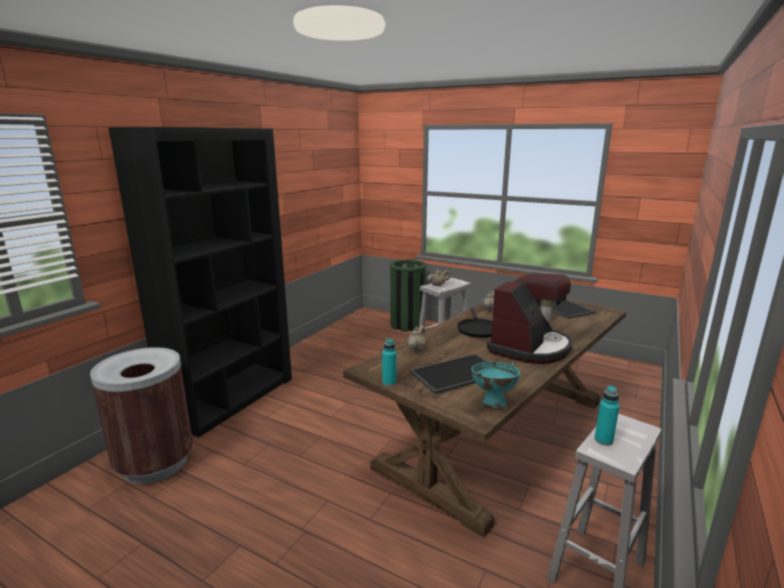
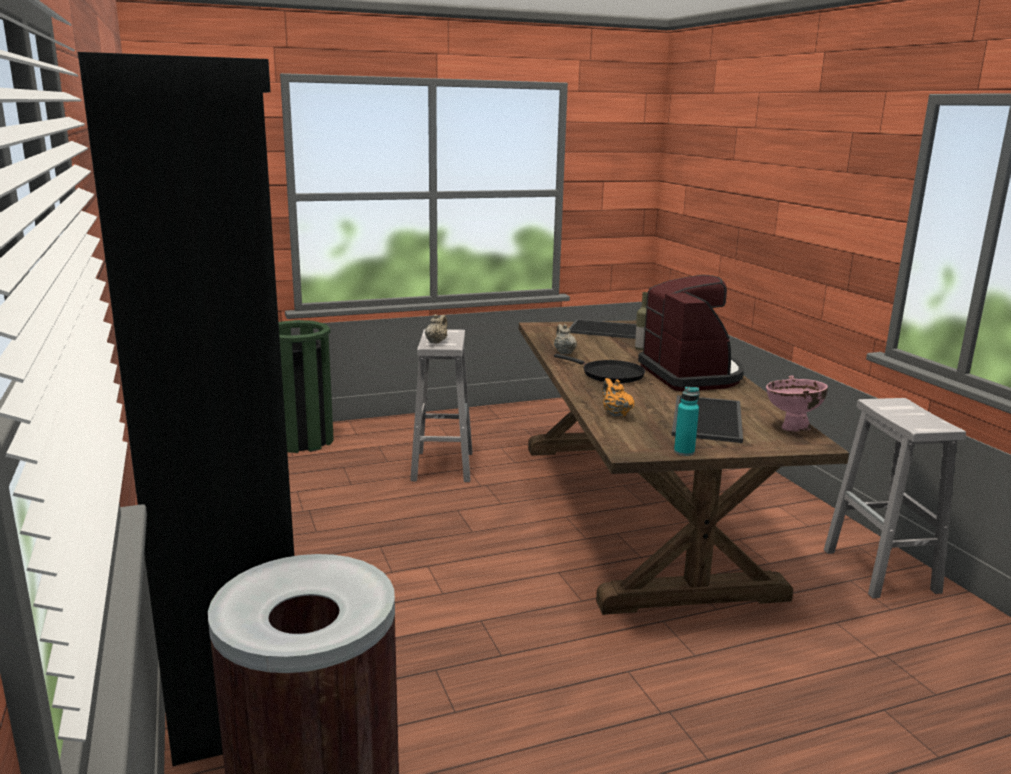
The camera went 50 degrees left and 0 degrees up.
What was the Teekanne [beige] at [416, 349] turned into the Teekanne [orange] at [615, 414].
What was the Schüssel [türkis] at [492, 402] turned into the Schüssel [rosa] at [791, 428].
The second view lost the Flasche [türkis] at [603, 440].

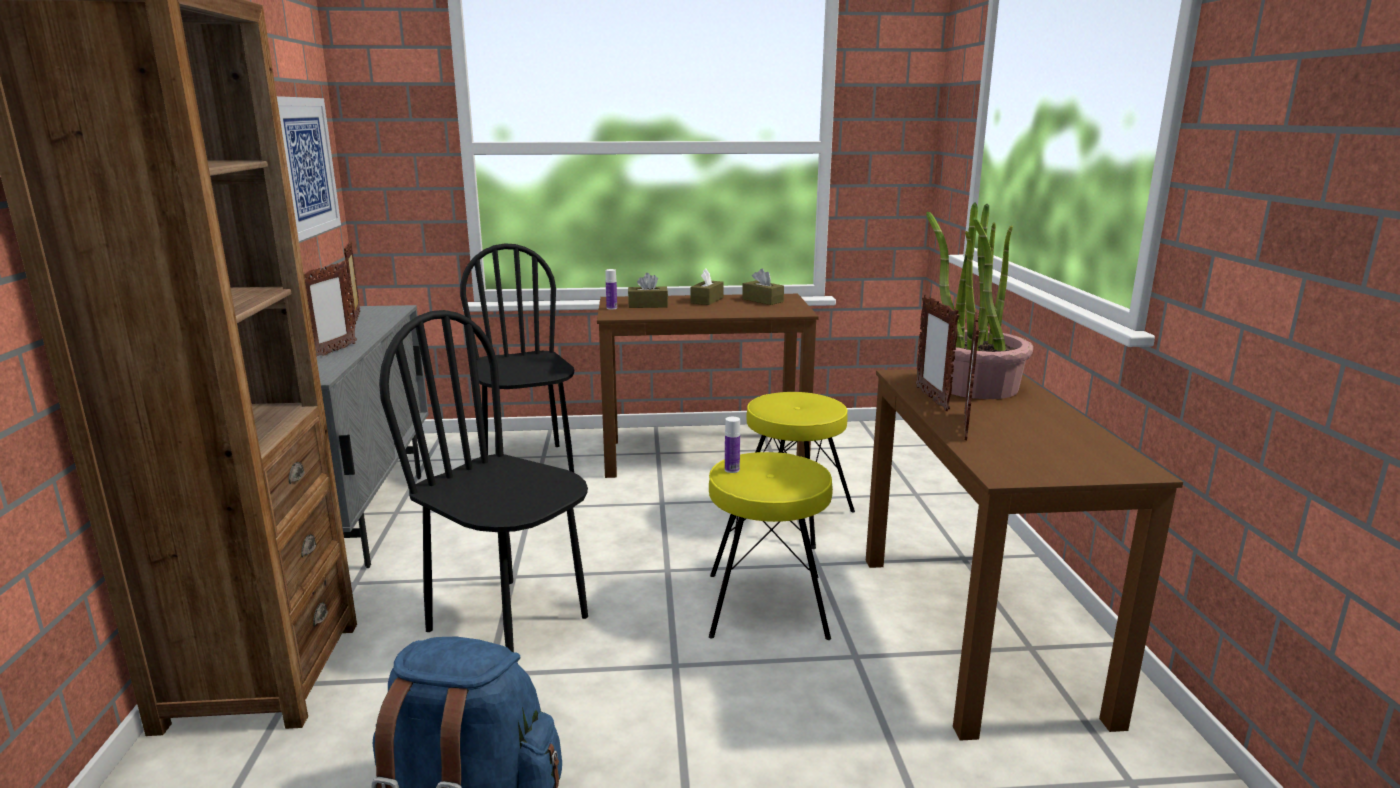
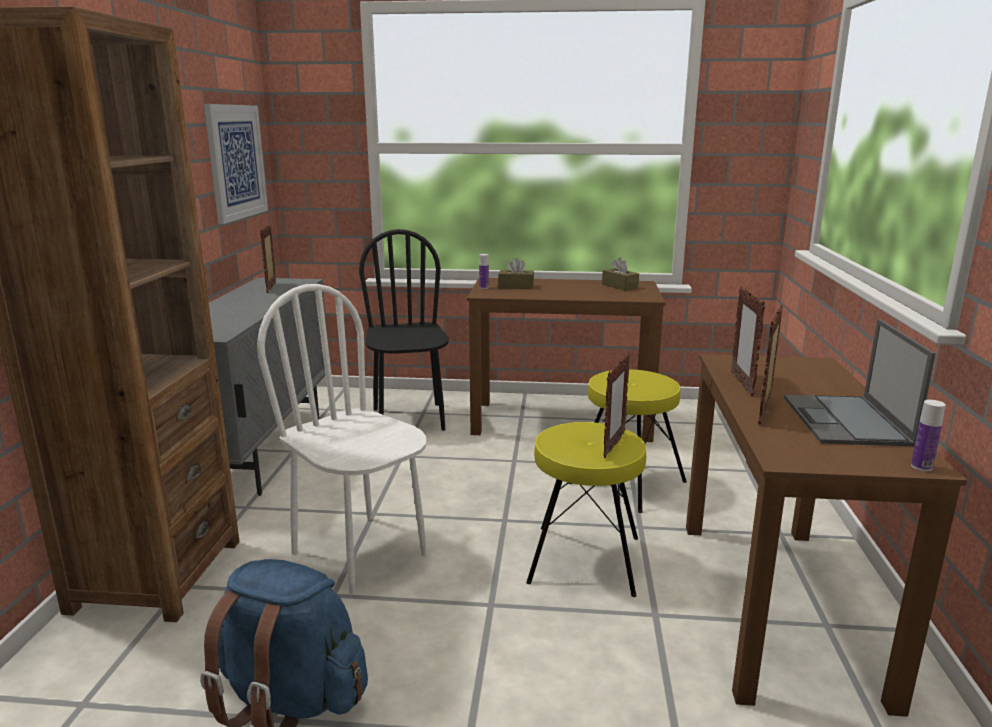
The camera went 10 degrees right and 0 degrees up.
The second view lost the Topfpflanze at [975, 386].
The Bilderrahmen ended up elsewhere, having gone from [334, 351] to [613, 445].
The second view lost the Taschentuchbox [braun] at [707, 300].
What was the Stuhl [schwarz] at [509, 622] turned into the Stuhl [weiß] at [360, 552].
The Flasche ended up elsewhere, having gone from [732, 470] to [921, 467].
The second view gained the Laptop at [846, 421].

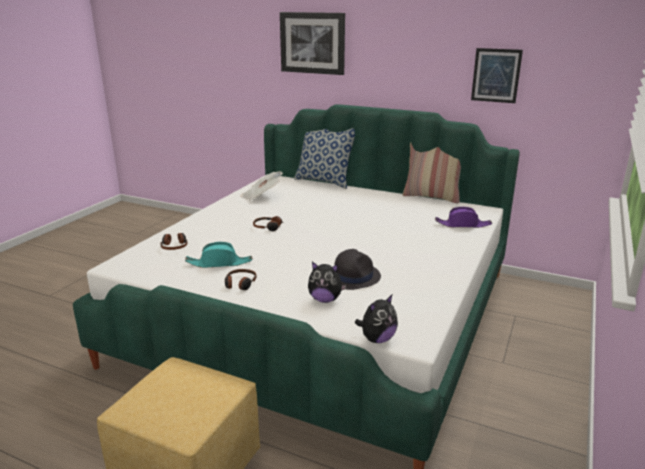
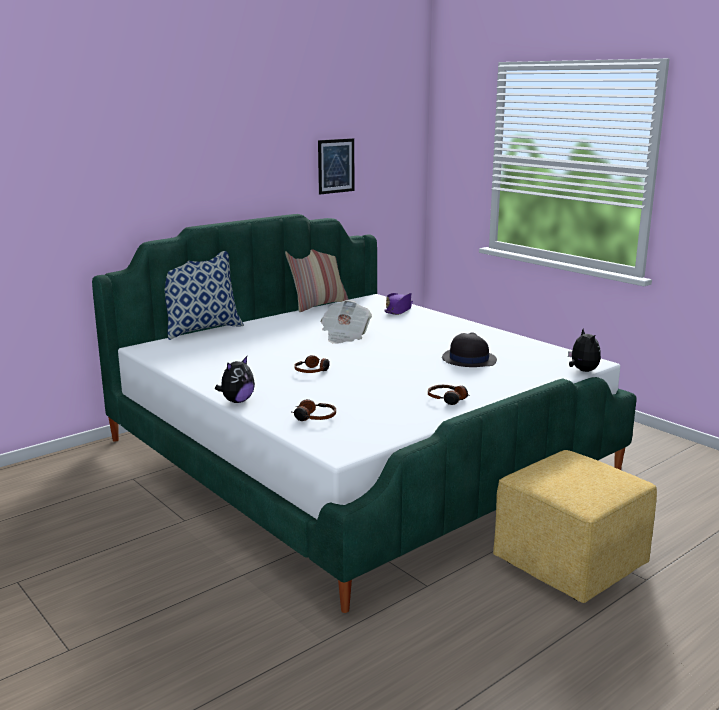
The camera went 65 degrees left and 5 degrees down.
The second view lost the Bild at [312, 43].
The Zeitung ended up elsewhere, having gone from [261, 196] to [344, 336].
The second view lost the Hut [türkis] at [219, 263].
The Plüschtier ended up elsewhere, having gone from [325, 299] to [237, 401].

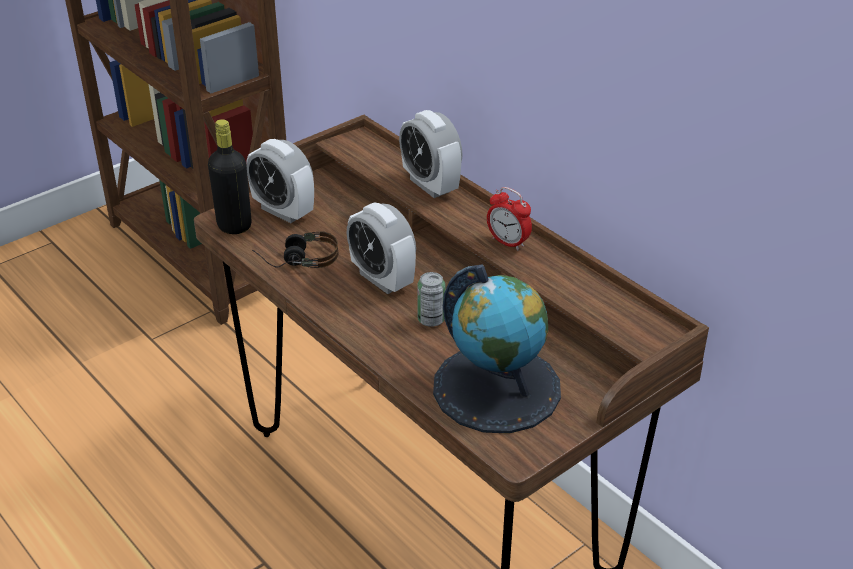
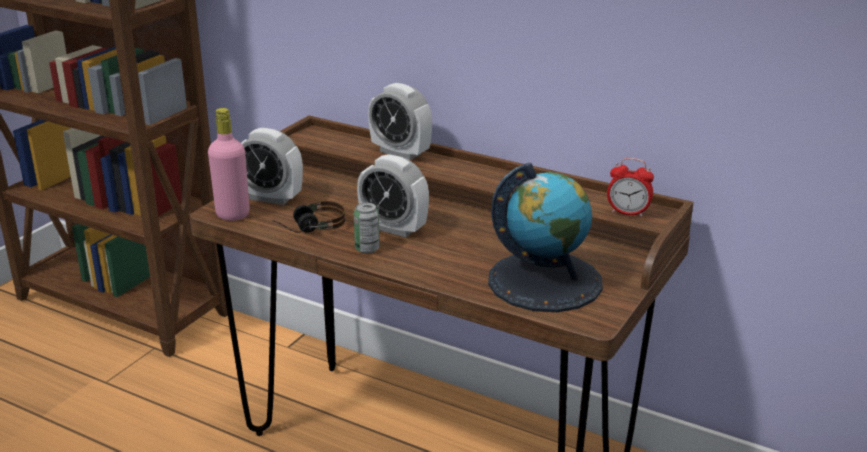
The camera went 20 degrees left and 10 degrees down.
What was the Flasche [schwarz] at [234, 226] turned into the Flasche [rosa] at [233, 214].
The Wecker ended up elsewhere, having gone from [508, 242] to [628, 213].
The Dose ended up elsewhere, having gone from [431, 320] to [367, 249].

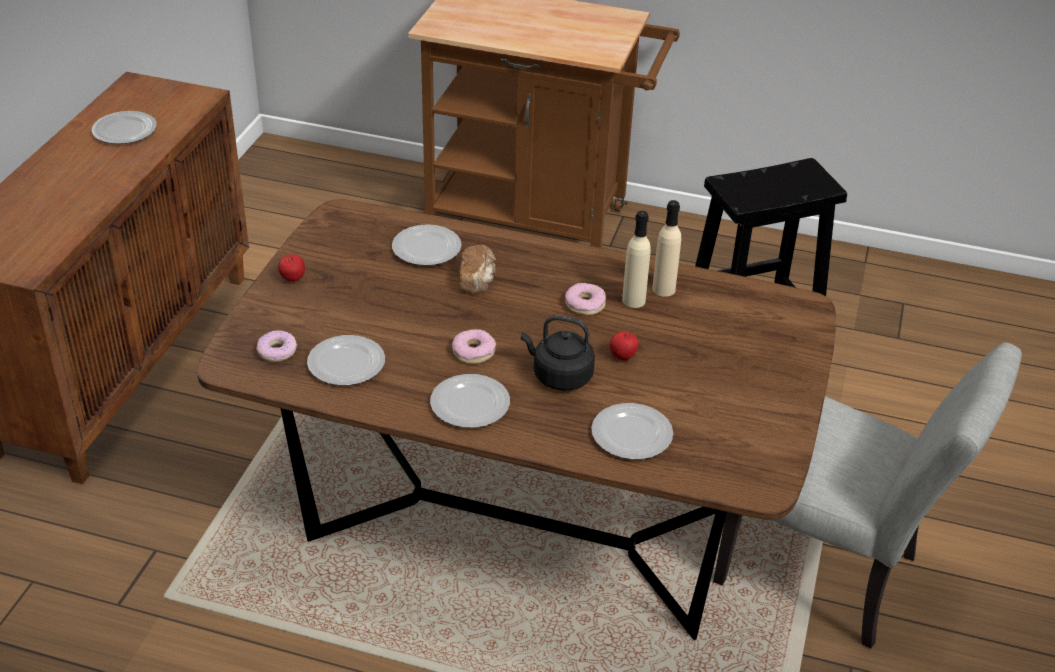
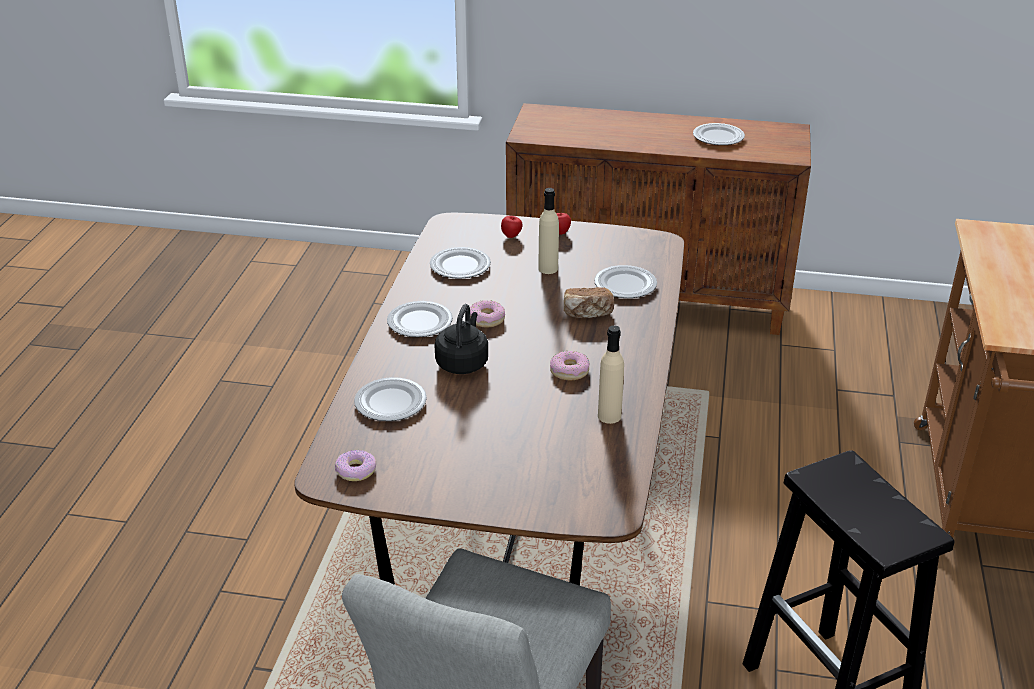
The camera went 85 degrees right and 5 degrees down.
The Flasche [beige] ended up elsewhere, having gone from [633, 300] to [548, 269].
The Donut ended up elsewhere, having gone from [277, 351] to [356, 471].
The Apfel ended up elsewhere, having gone from [622, 357] to [511, 236].

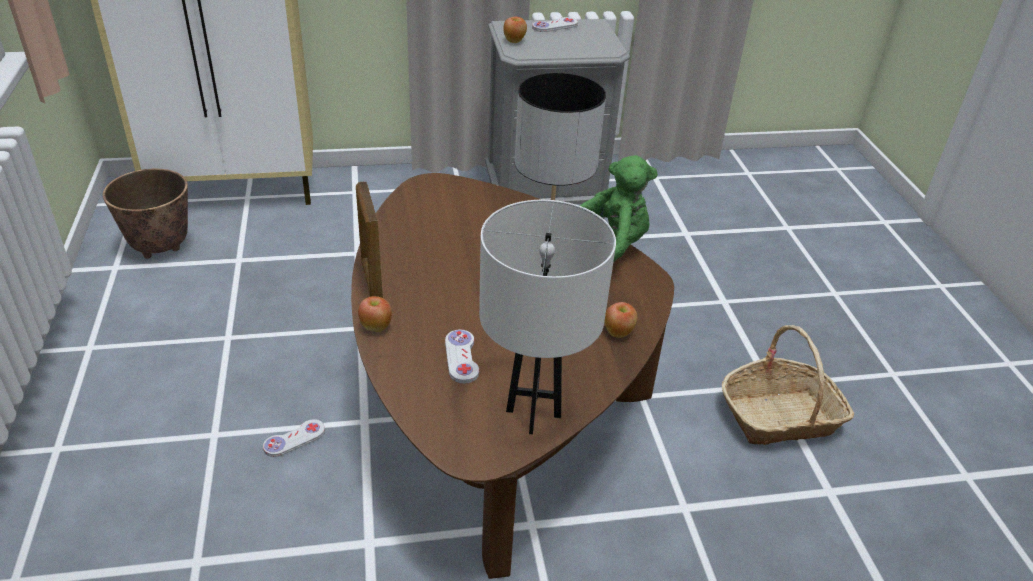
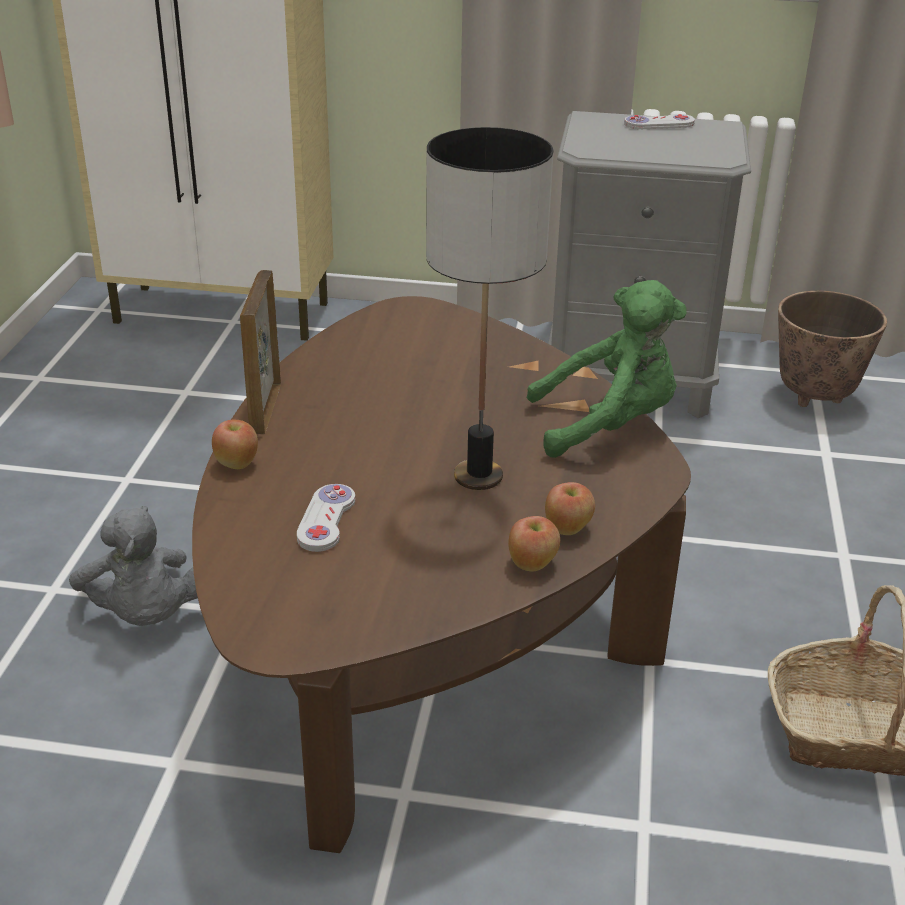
The camera went 20 degrees right and 5 degrees down.
The Apfel ended up elsewhere, having gone from [514, 41] to [532, 564].
The Pflanzkübel ended up elsewhere, having gone from [161, 248] to [815, 397].
The second view lost the Tischlampe [weiß] at [534, 414].
Where the Gamepad [weiß] stood at [294, 439], the Plüschtier [grau] came to stand at [146, 615].

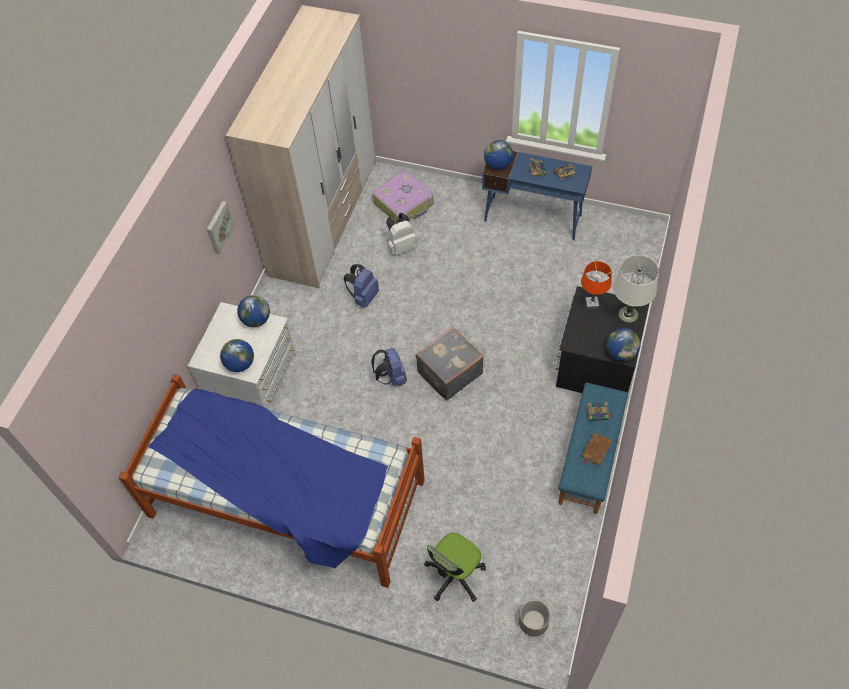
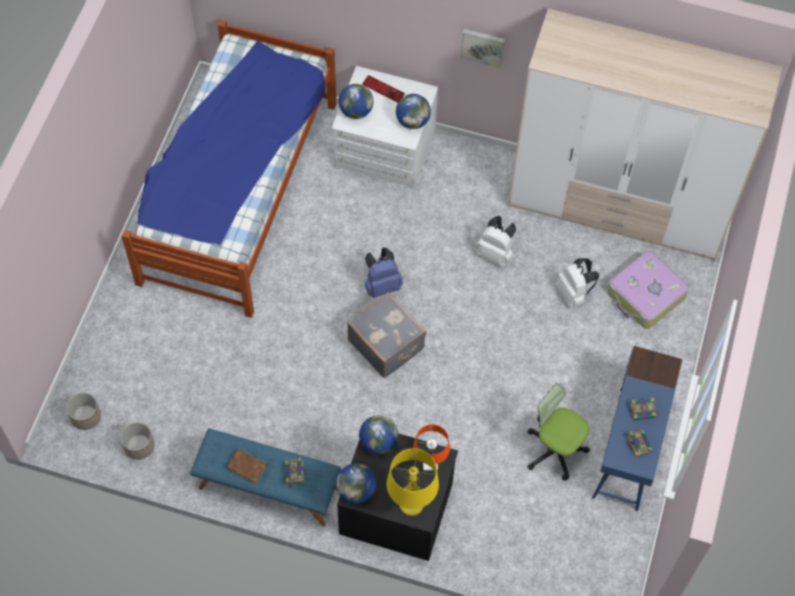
The camera went 85 degrees right and 5 degrees up.
The Globus ended up elsewhere, having gone from [498, 165] to [378, 442].
What was the Tischlampe [weiß] at [627, 315] turned into the Tischlampe [gelb] at [411, 504].
What was the Rucksack [blau] at [363, 297] turned into the Rucksack [weiß] at [495, 254].
The Bürostuhl ended up elsewhere, having gone from [455, 575] to [555, 450].
The second view gained the Tastatur at [383, 89].
The second view gained the Pflanzkübel at [139, 446].

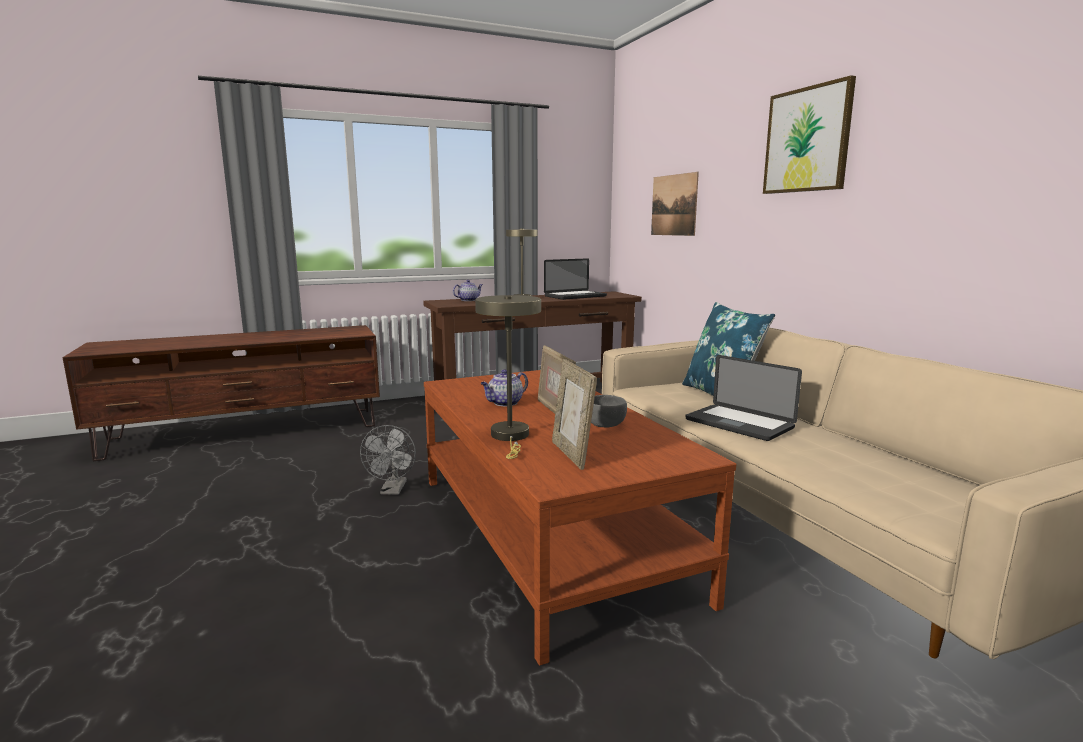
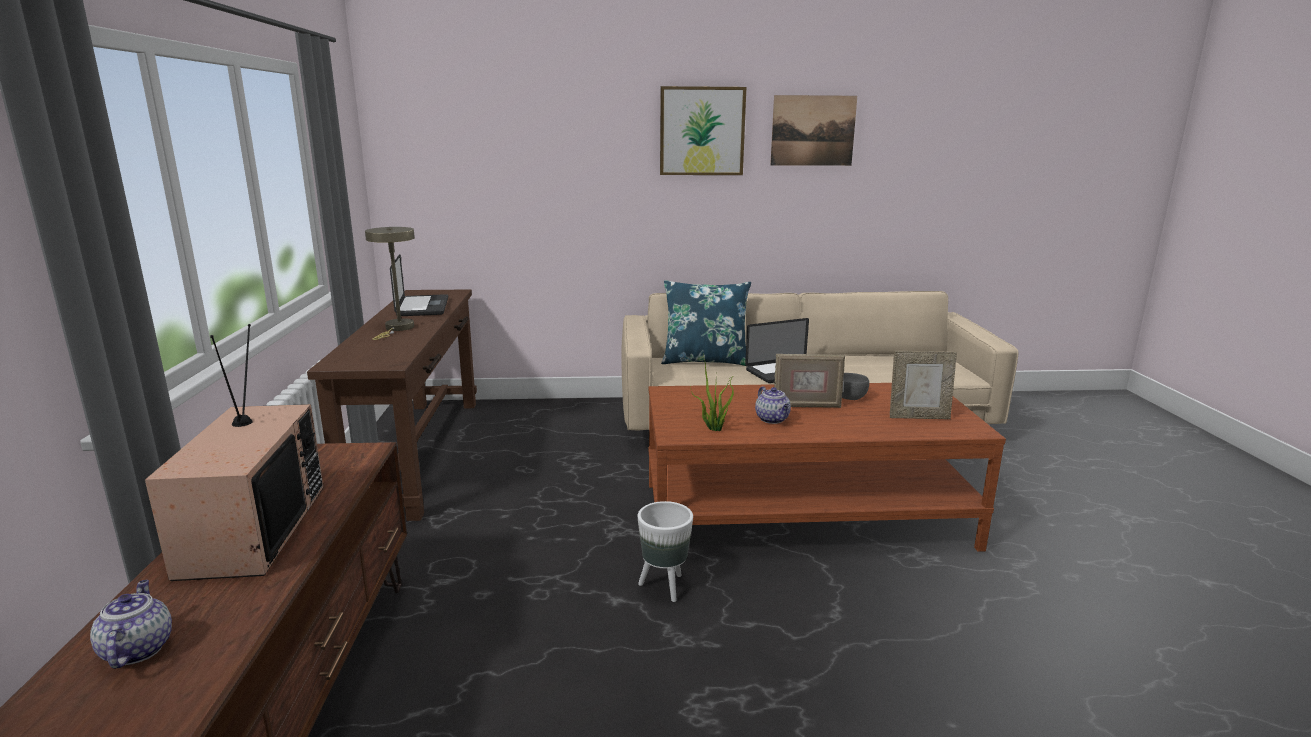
The camera went 70 degrees left and 5 degrees up.
The Bild ended up elsewhere, having gone from [673, 205] to [813, 130].
The Teekanne ended up elsewhere, having gone from [468, 300] to [137, 649].
The second view lost the Tischlampe [beige] at [511, 437].
Where the Ventilator [grau] stood at [392, 490], the Pflanzkübel [weiß] came to stand at [664, 586].
The second view gained the Fernseher at [252, 528].
The second view gained the Topfpflanze at [713, 429].

